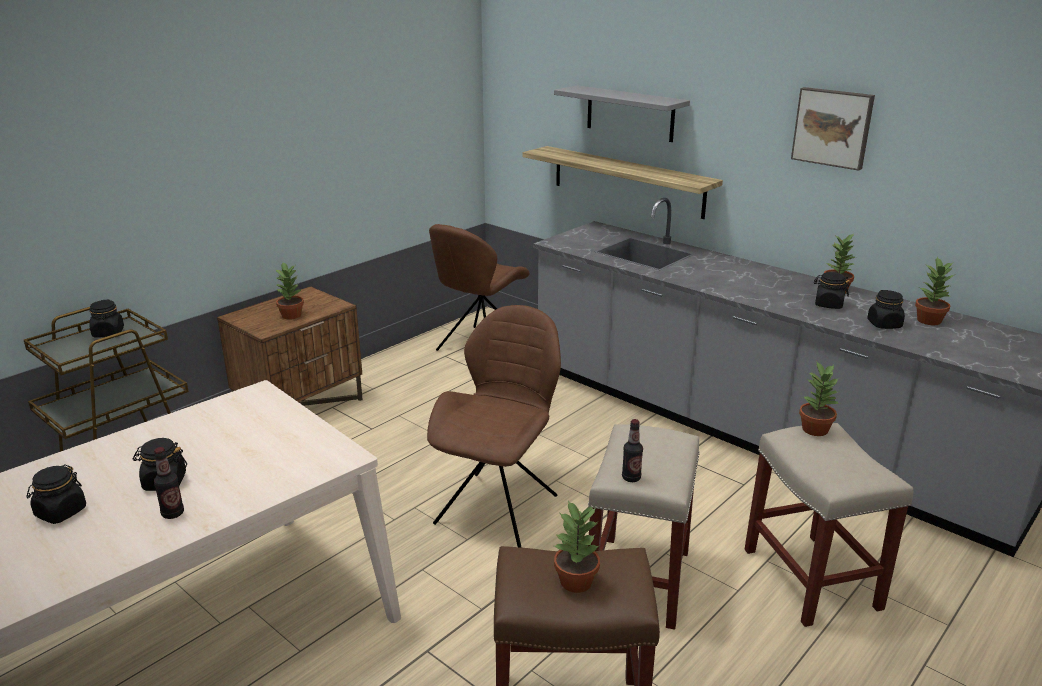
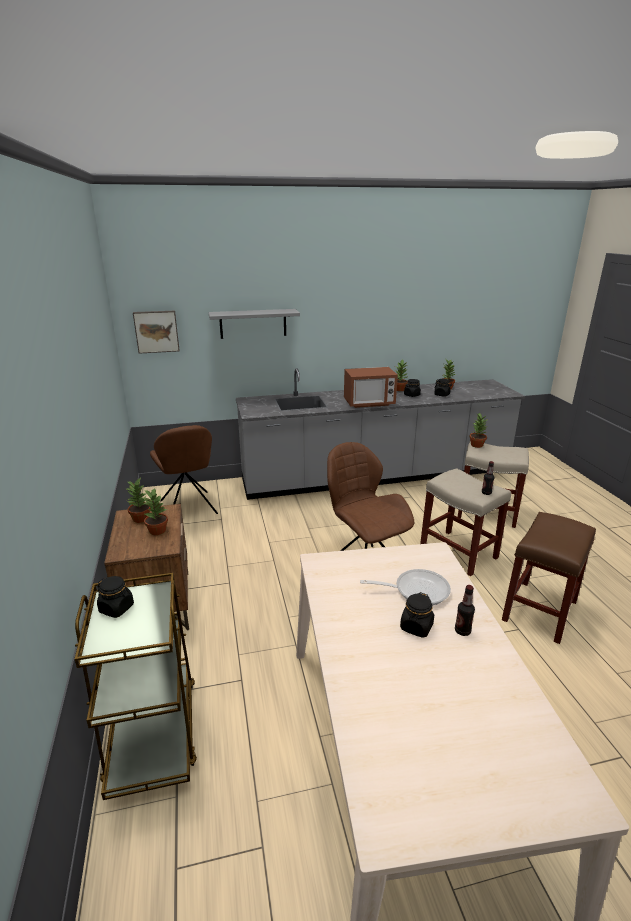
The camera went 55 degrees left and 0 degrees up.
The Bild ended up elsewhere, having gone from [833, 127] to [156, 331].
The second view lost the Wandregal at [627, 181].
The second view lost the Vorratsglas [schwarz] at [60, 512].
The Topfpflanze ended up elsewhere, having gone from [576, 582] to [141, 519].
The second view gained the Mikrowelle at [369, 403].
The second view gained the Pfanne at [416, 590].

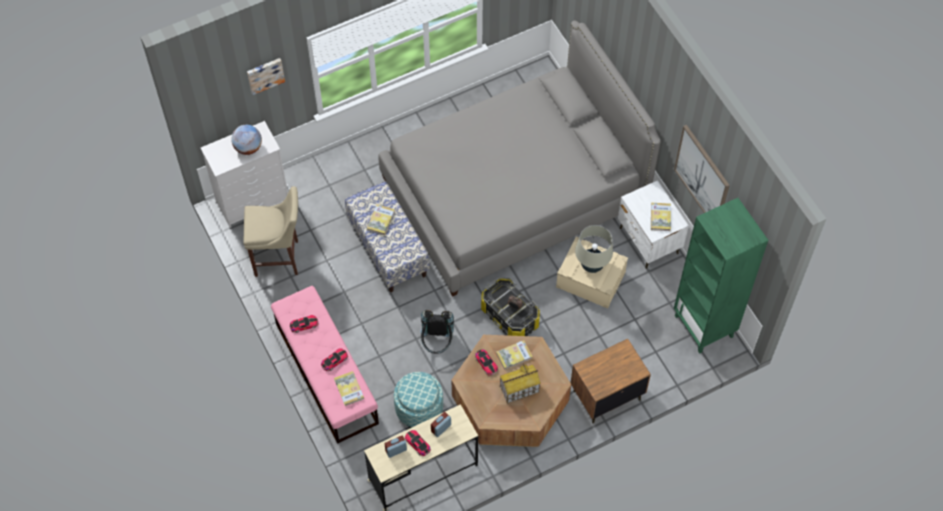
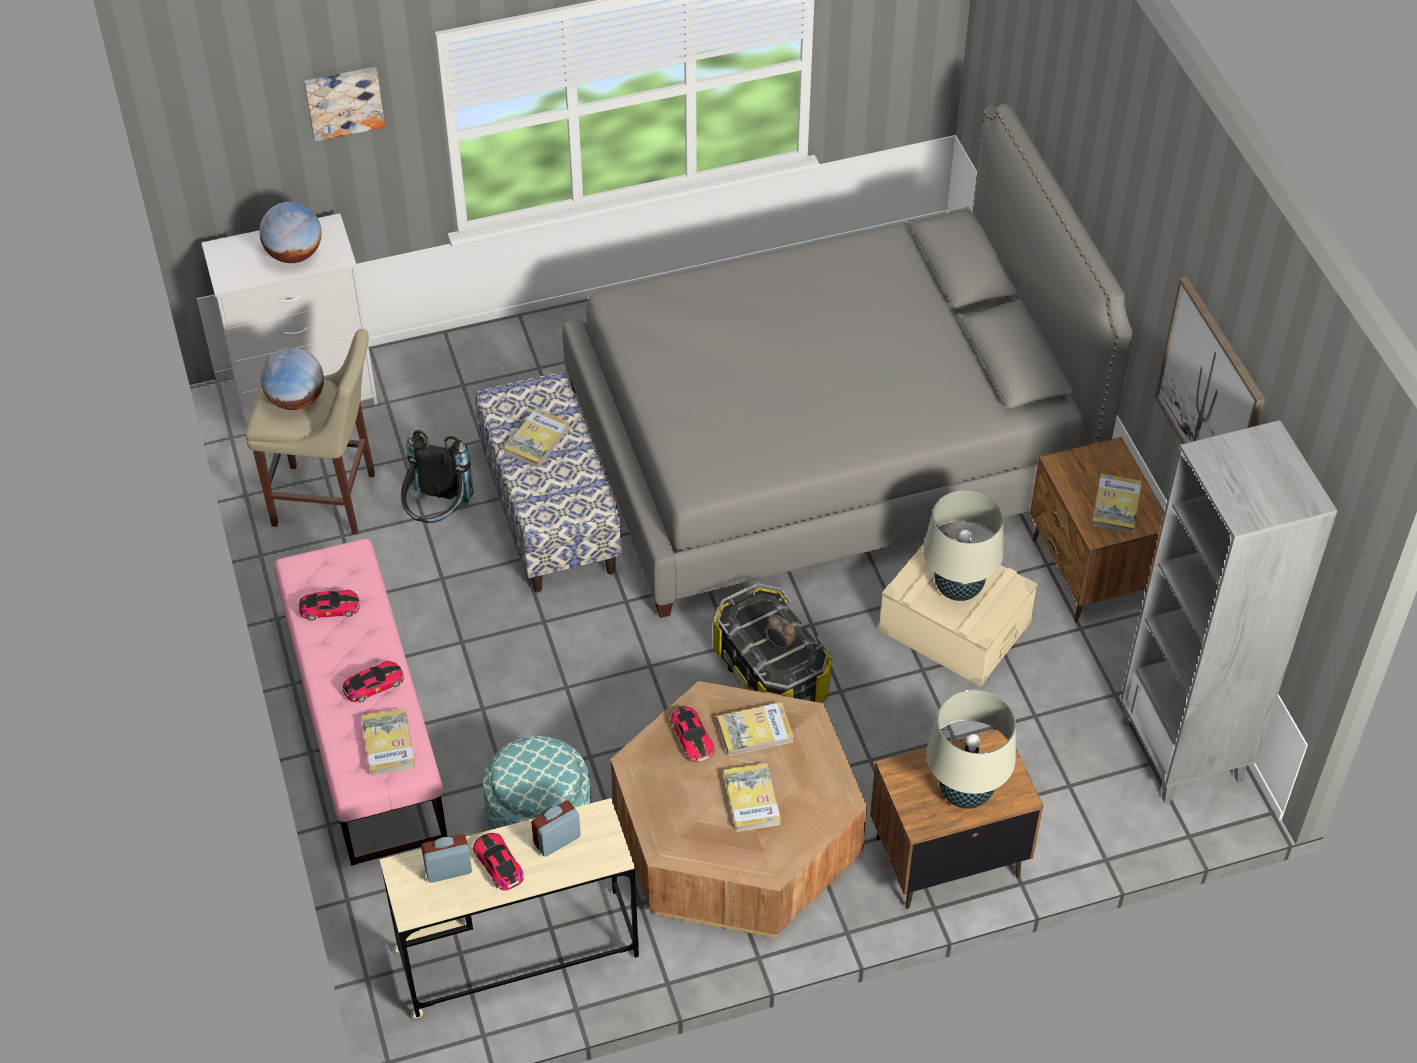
The camera went 10 degrees right and 10 degrees down.
What was the Nachttisch [weiß] at [648, 241] turned into the Nachttisch [braun] at [1089, 572].
What was the Bücherregal [grün] at [704, 326] turned into the Bücherregal [grau] at [1183, 751].
The Rucksack [schwarz] ended up elsewhere, having gone from [437, 343] to [437, 515].
Where the Spielzeughaus stood at [519, 389], the Buch came to stand at [751, 799].
The second view gained the Globus at [296, 399].
The second view gained the Tischlampe [beige] at [965, 793].

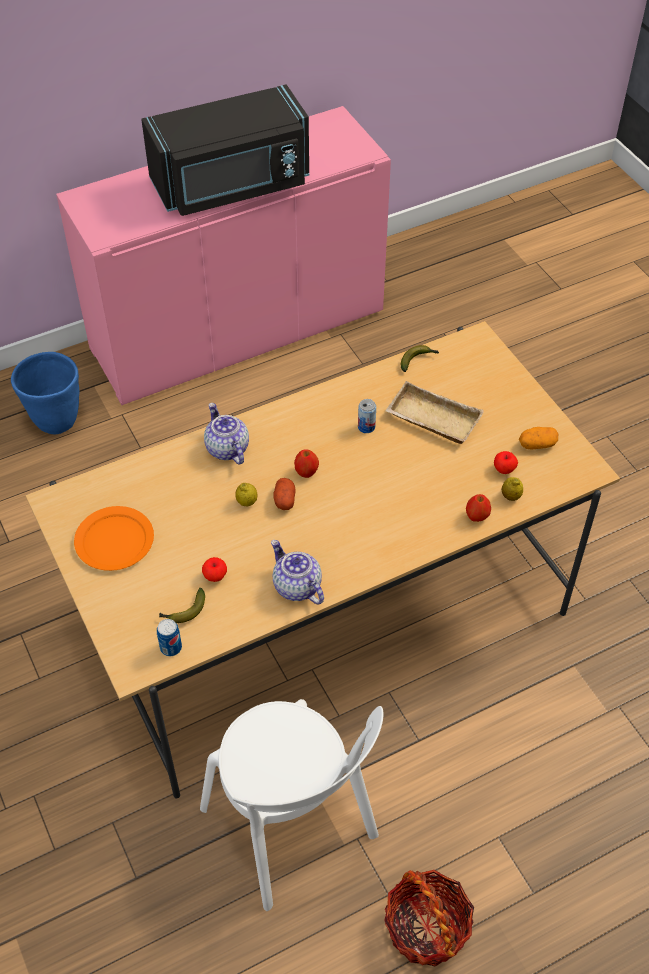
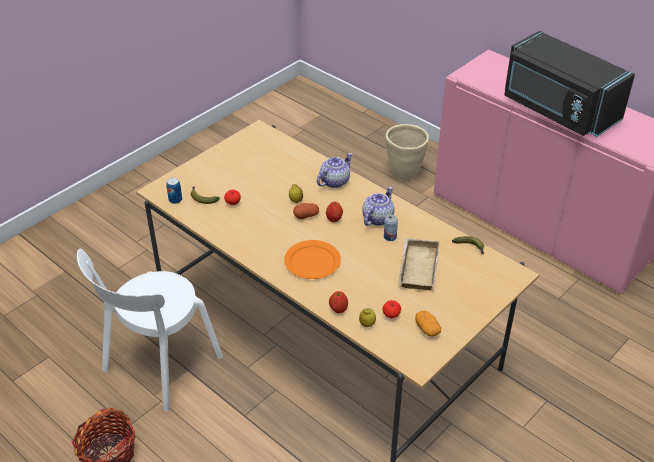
The camera went 70 degrees right and 10 degrees down.
What was the Pflanzkübel [blau] at [56, 421] turned into the Pflanzkübel [beige] at [404, 172].
The Teller [orange] ended up elsewhere, having gone from [114, 541] to [312, 261].
The Teekanne ended up elsewhere, having gone from [296, 586] to [377, 218].

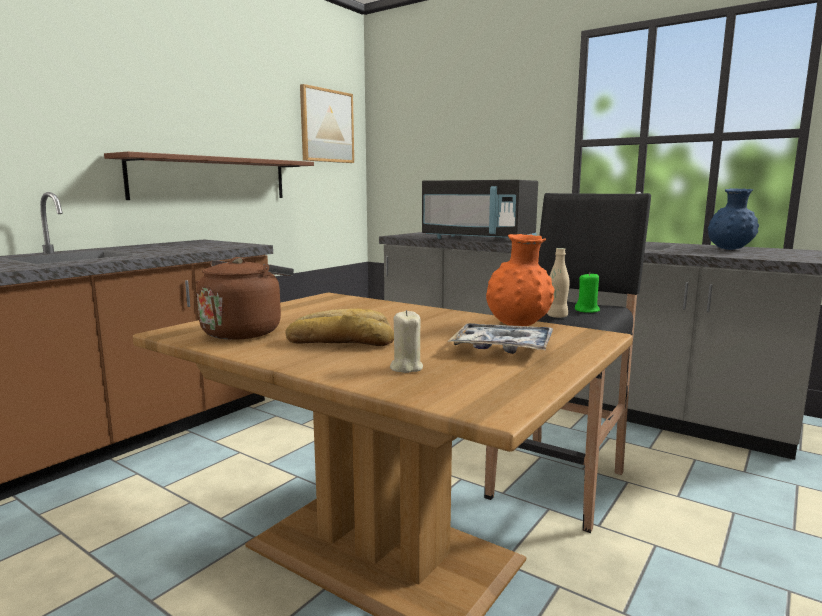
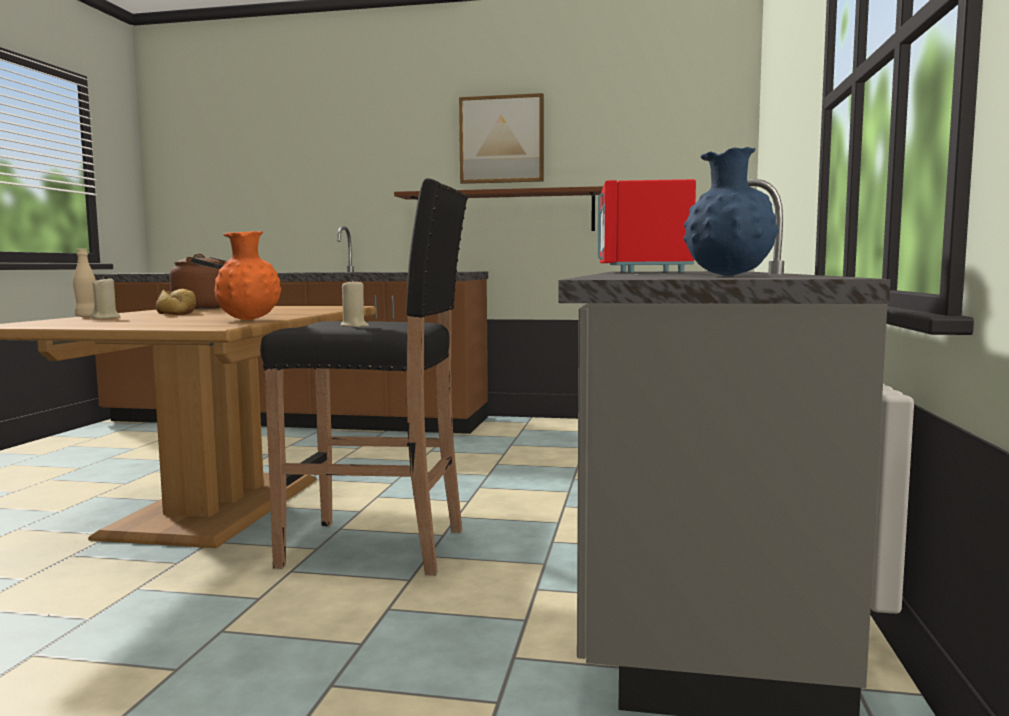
The camera went 65 degrees right and 5 degrees down.
The Bild ended up elsewhere, having gone from [326, 126] to [501, 139].
What was the Mikrowelle [schwarz] at [479, 239] turned into the Mikrowelle [rot] at [641, 272].
The Flasche [beige] ended up elsewhere, having gone from [557, 316] to [86, 316].
What was the Kerze [grün] at [587, 310] turned into the Kerze [beige] at [354, 326].
The second view lost the Tablett at [502, 348].

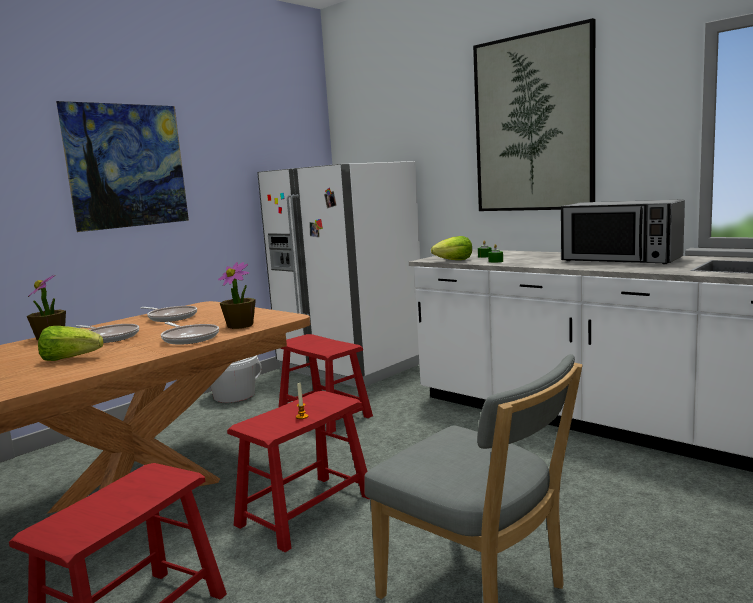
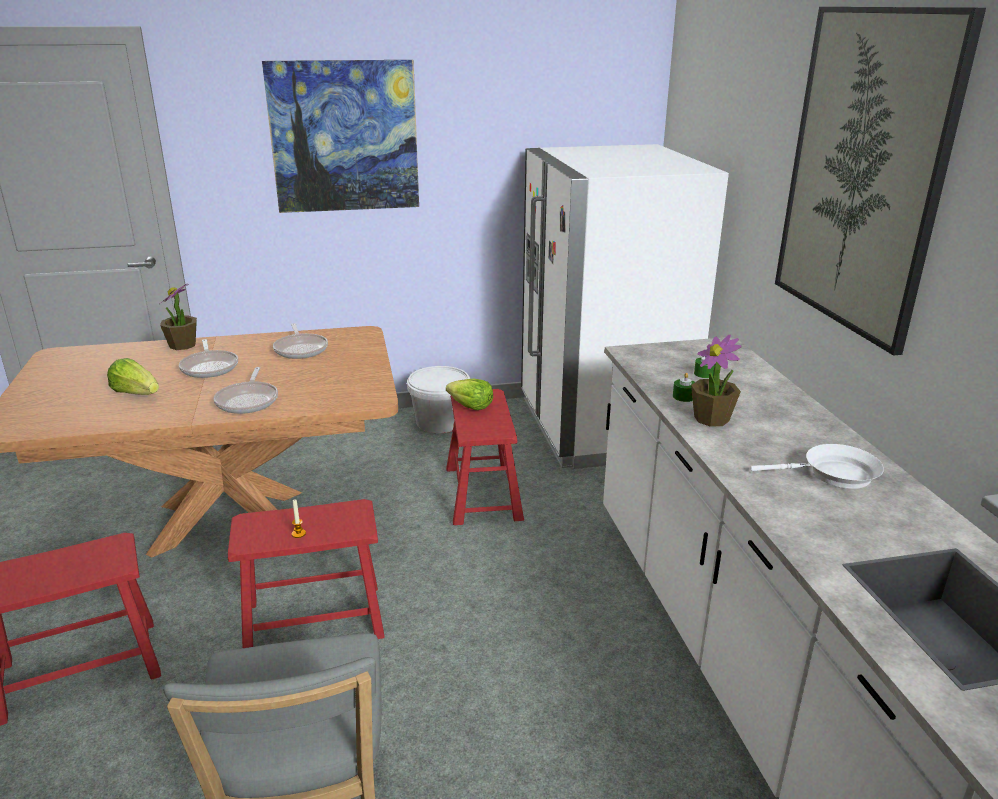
The camera went 35 degrees right and 15 degrees up.
Where the Mikrowelle stood at [620, 260], the Pfanne [weiß] came to stand at [834, 475].
The Salatkopf ended up elsewhere, having gone from [454, 260] to [471, 406].
The Topfpflanze ended up elsewhere, having gone from [240, 325] to [711, 419].

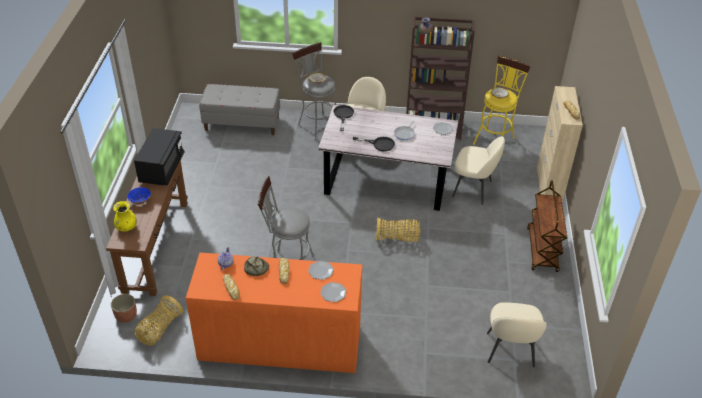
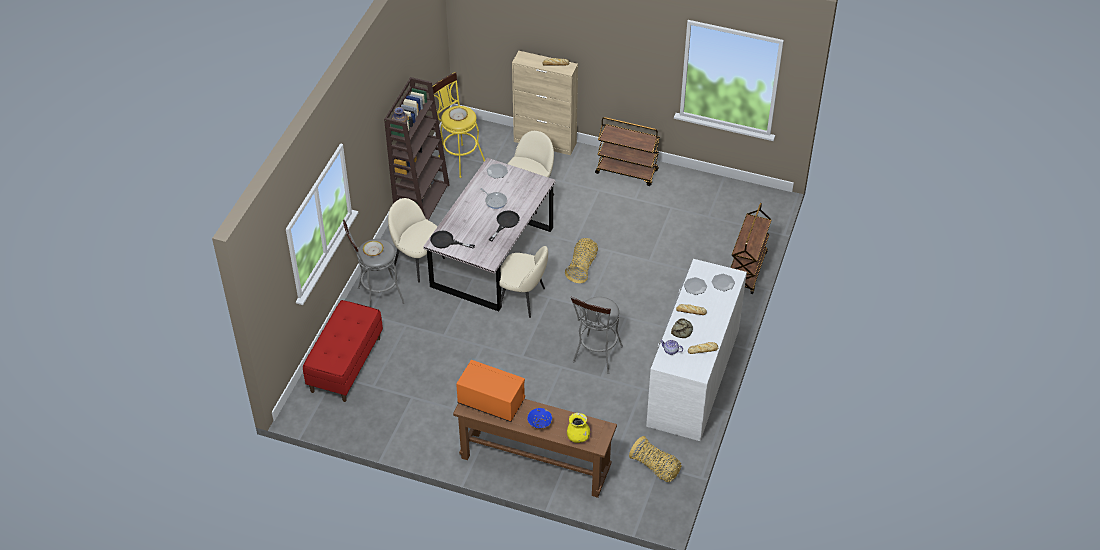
The camera went 75 degrees left and 5 degrees up.
What was the Bank [grau] at [242, 123] turned into the Bank [rot] at [345, 364].
What was the Mikrowelle [schwarz] at [162, 169] turned into the Mikrowelle [orange] at [491, 402].
What was the Kommode [orange] at [280, 343] turned into the Kommode [weiß] at [693, 377].
The second view lost the Pflanzkübel at [126, 316].
The Stuhl [beige] ended up elsewhere, having gone from [510, 351] to [523, 299].
The second view gained the Rollwagen [braun] at [747, 271].

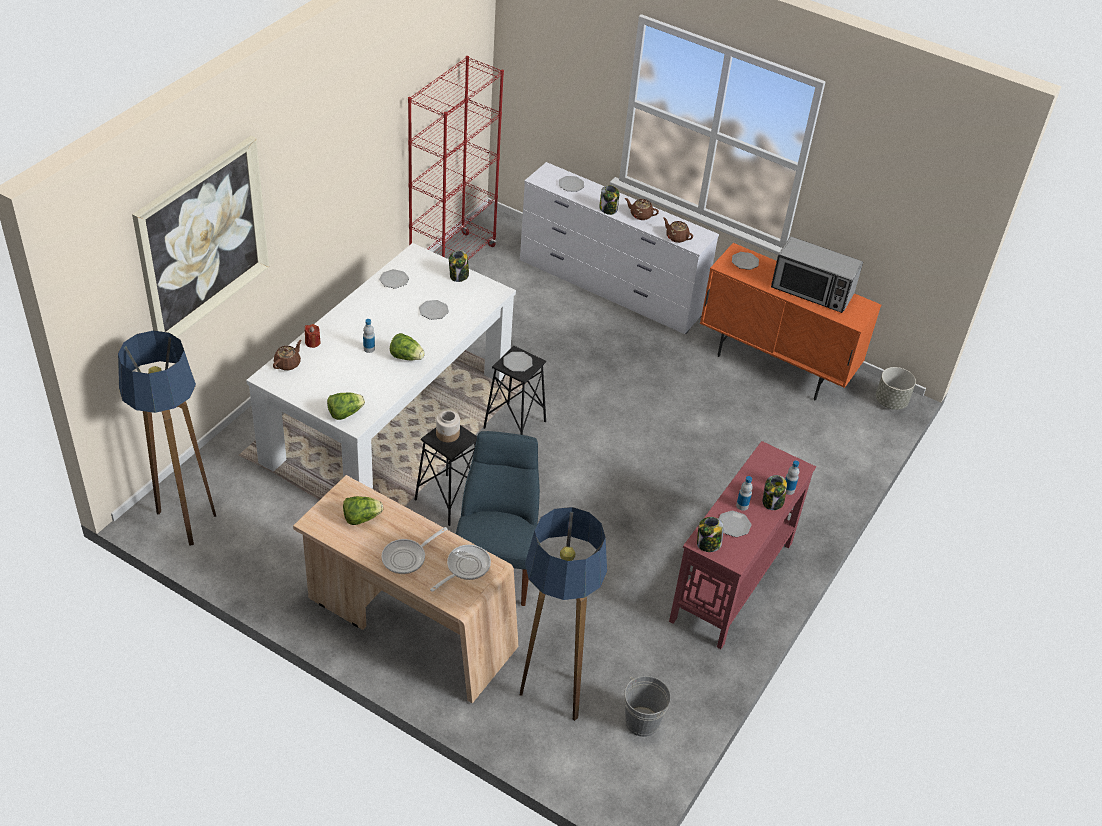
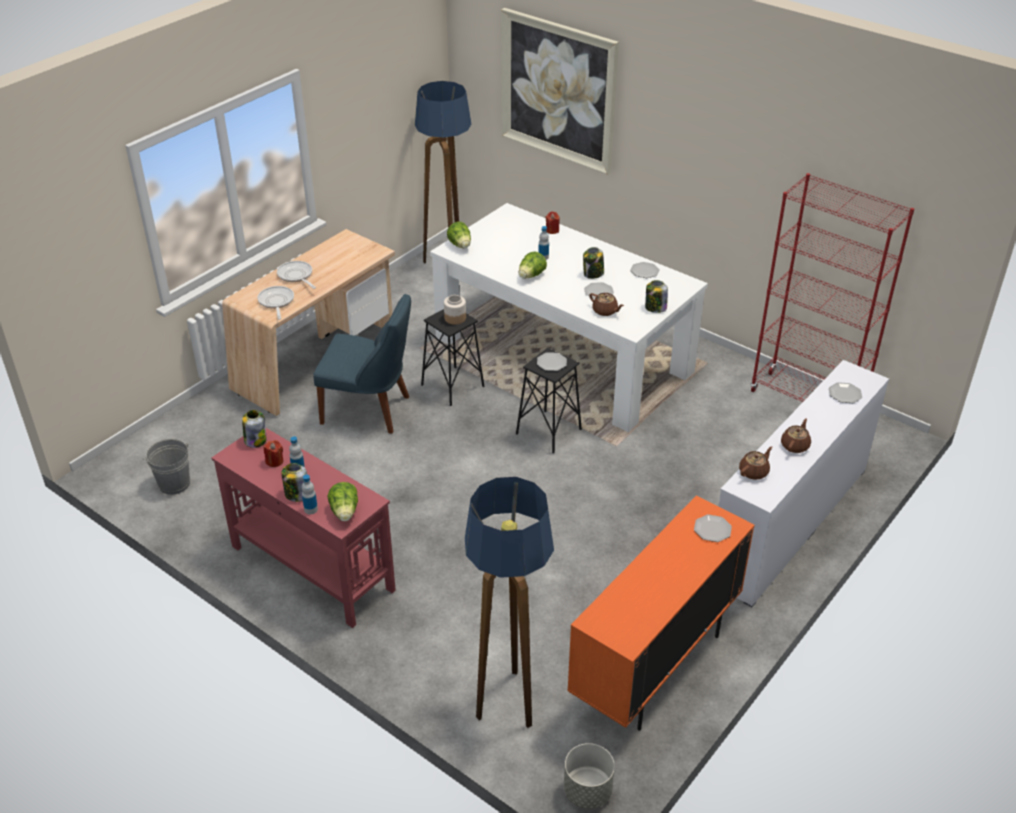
The camera went 100 degrees right and 5 degrees down.
The Vorratsglas ended up elsewhere, having gone from [608, 209] to [593, 274].
The second view lost the Mikrowelle at [812, 291].
The Teekanne [braun] ended up elsewhere, having gone from [288, 363] to [605, 311].
The Salatkopf ended up elsewhere, having gone from [361, 518] to [345, 512].
The Stehlampe ended up elsewhere, having gone from [551, 696] to [508, 699].
Where the Teller stood at [734, 525], the Kerze [rot] came to stand at [274, 461].
The Pfanne at [465, 568] ended up facing another way, 150 degrees counterclockwise from before.

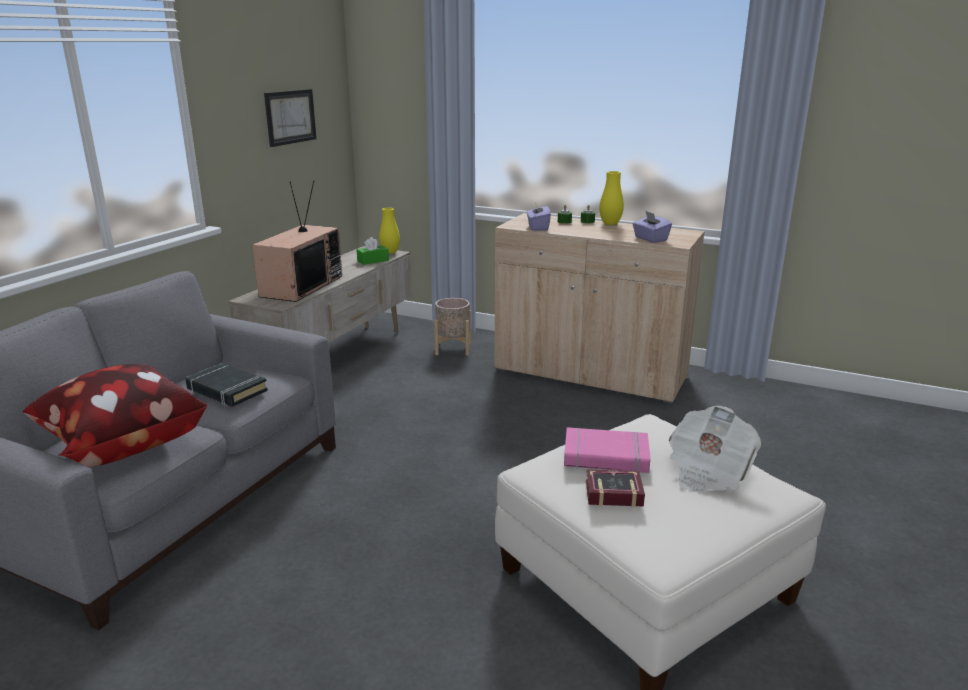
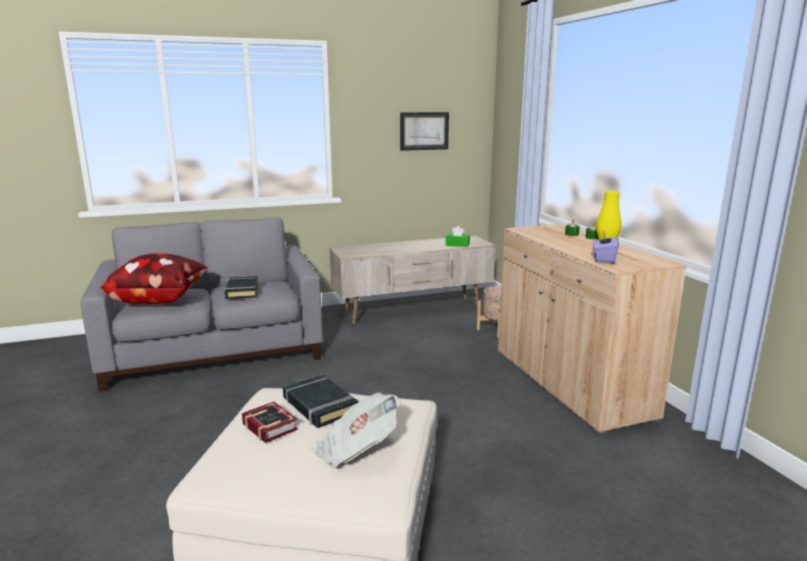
The camera went 45 degrees right and 5 degrees down.
The second view lost the Fernseher at [301, 285].
The second view lost the Taschentuchbox [lila] at [537, 227].
The second view lost the Vase [gelb] at [390, 252].
What was the Buch [rosa] at [606, 457] turned into the Buch [schwarz] at [319, 405].

